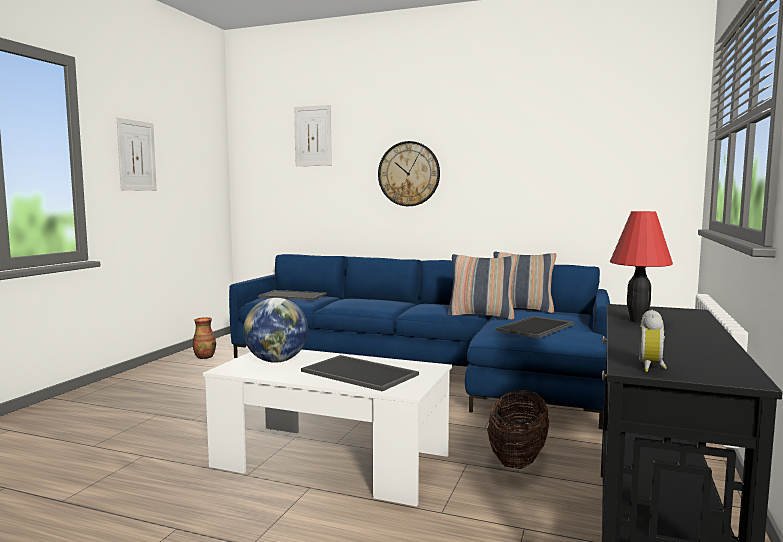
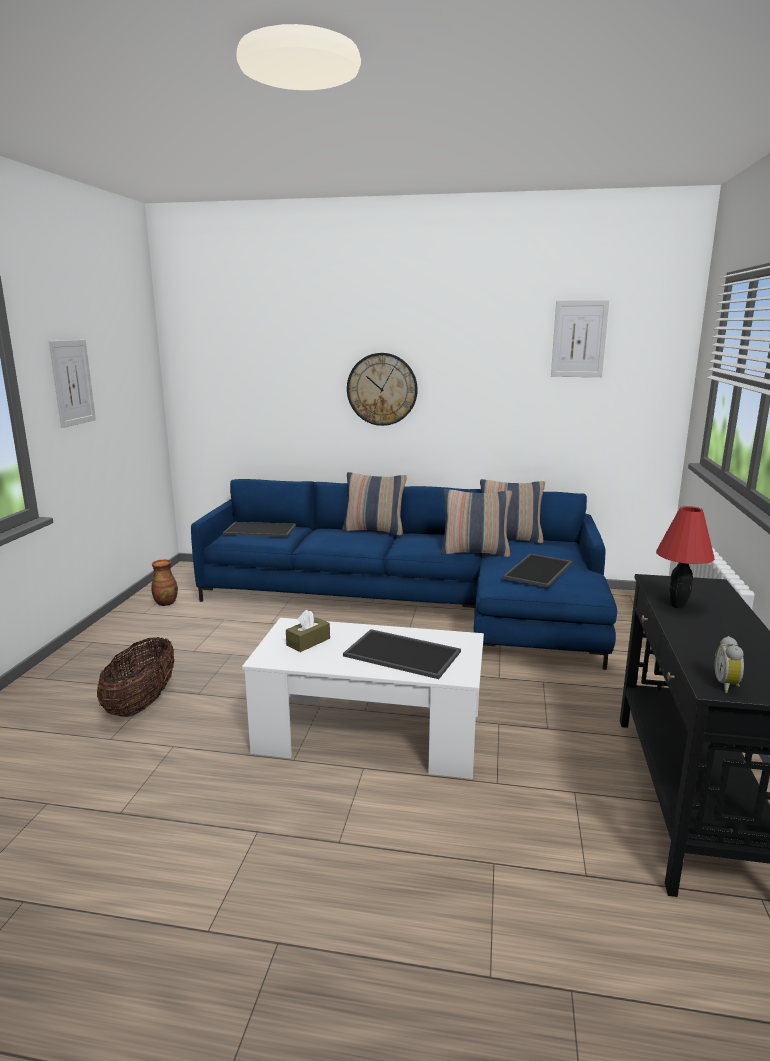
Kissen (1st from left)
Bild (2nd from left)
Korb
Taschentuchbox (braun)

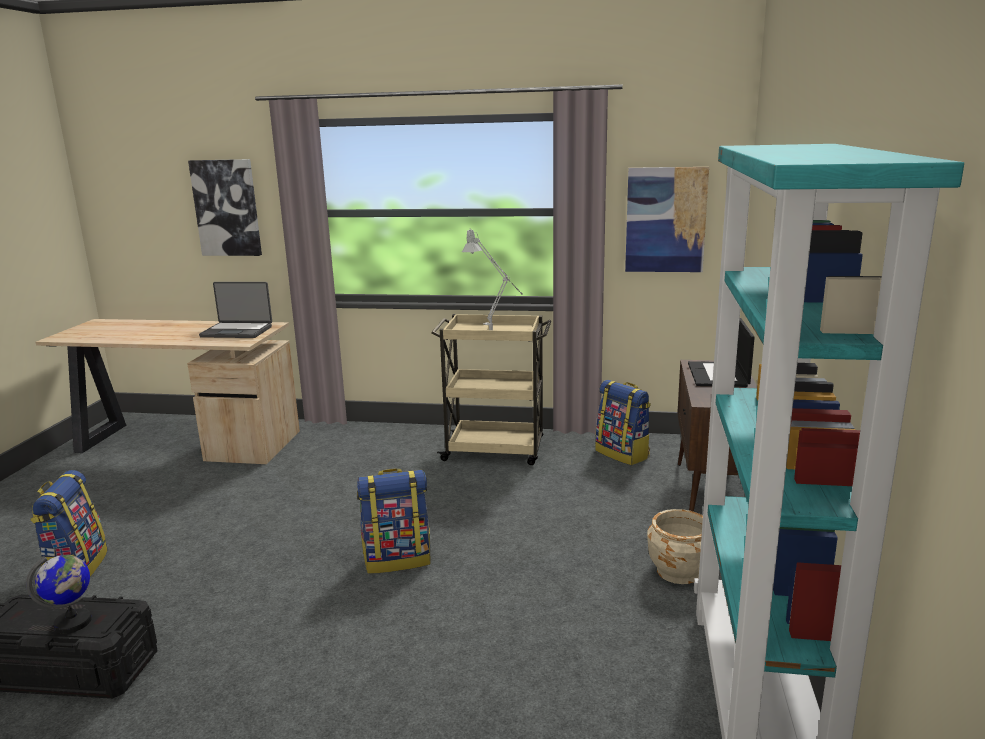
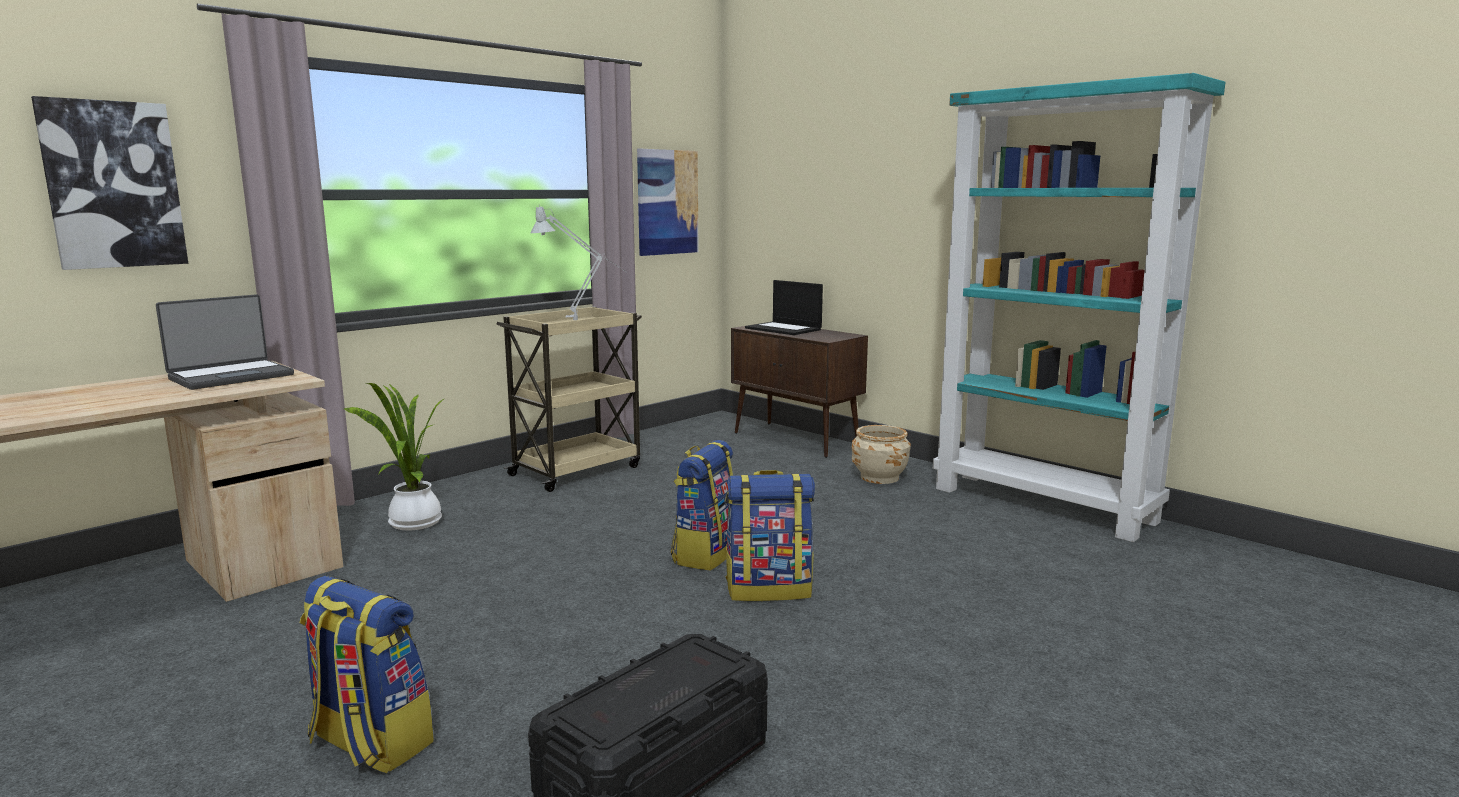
Globus
Topfpflanze
Rucksack (3rd from left)

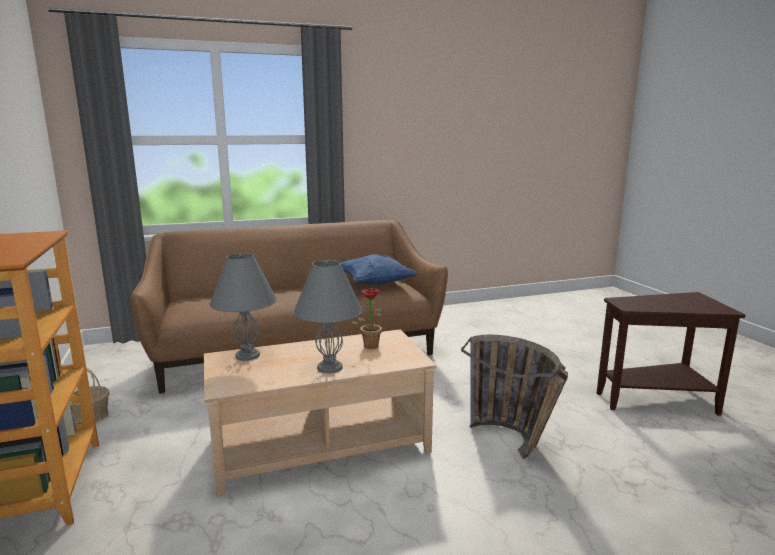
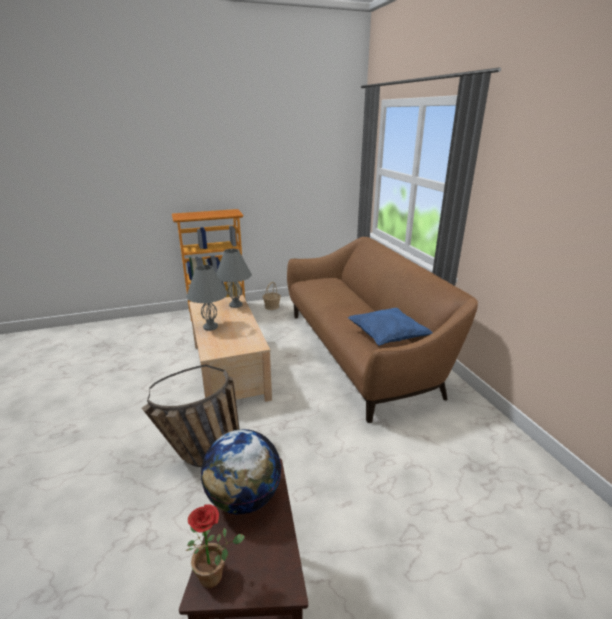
Globus
Topfpflanze

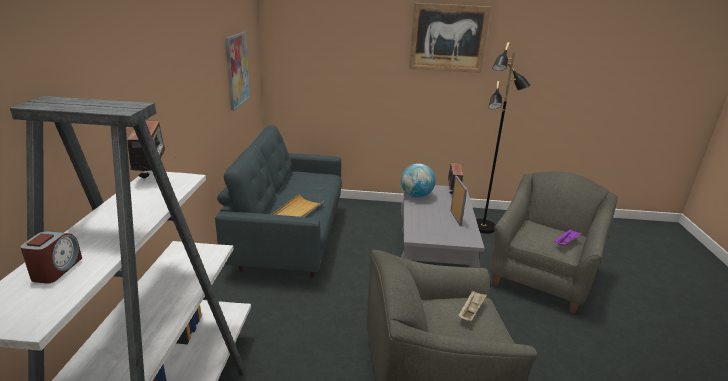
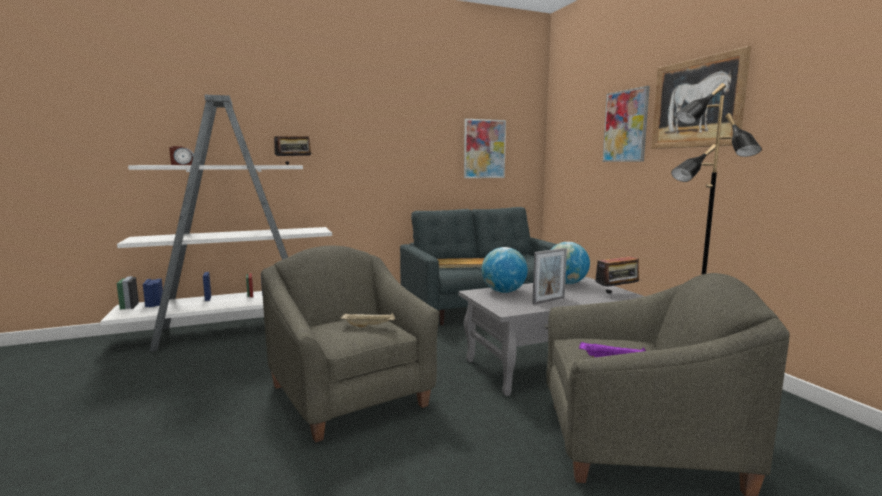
Globus (1st from left)
Bild (2nd from left)

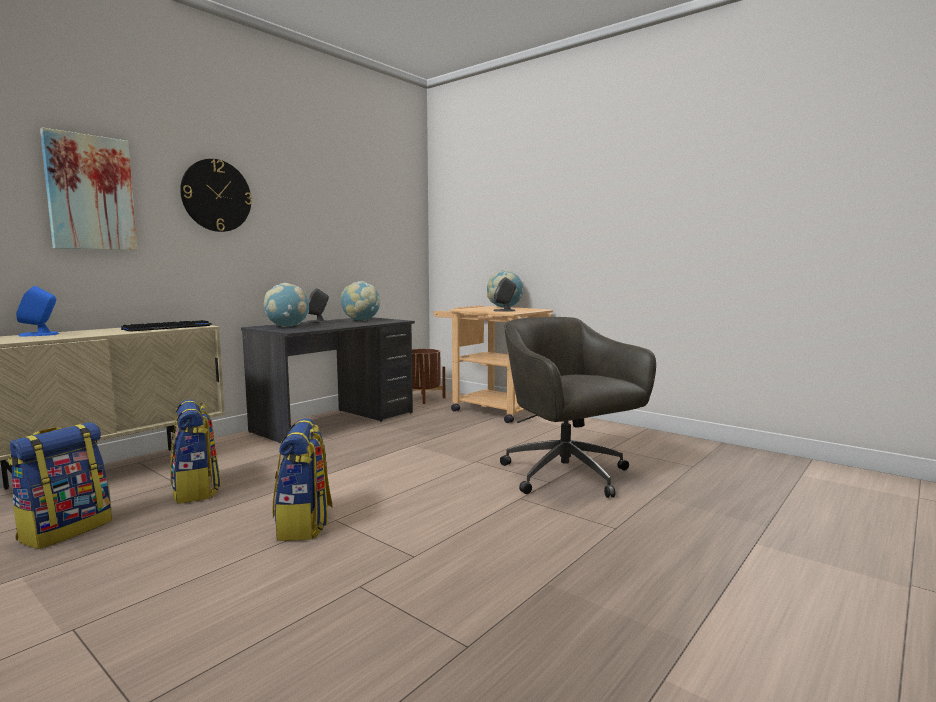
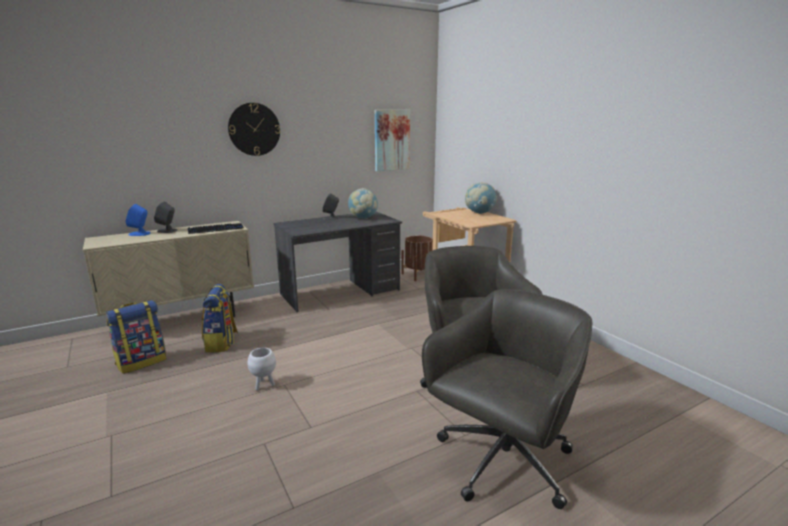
Globus (1st from left in the first image)
Bürostuhl (grau) (2nd from left)
Bild
Lautsprecher (grau) (1st from left)
Pflanzkübel (weiß)

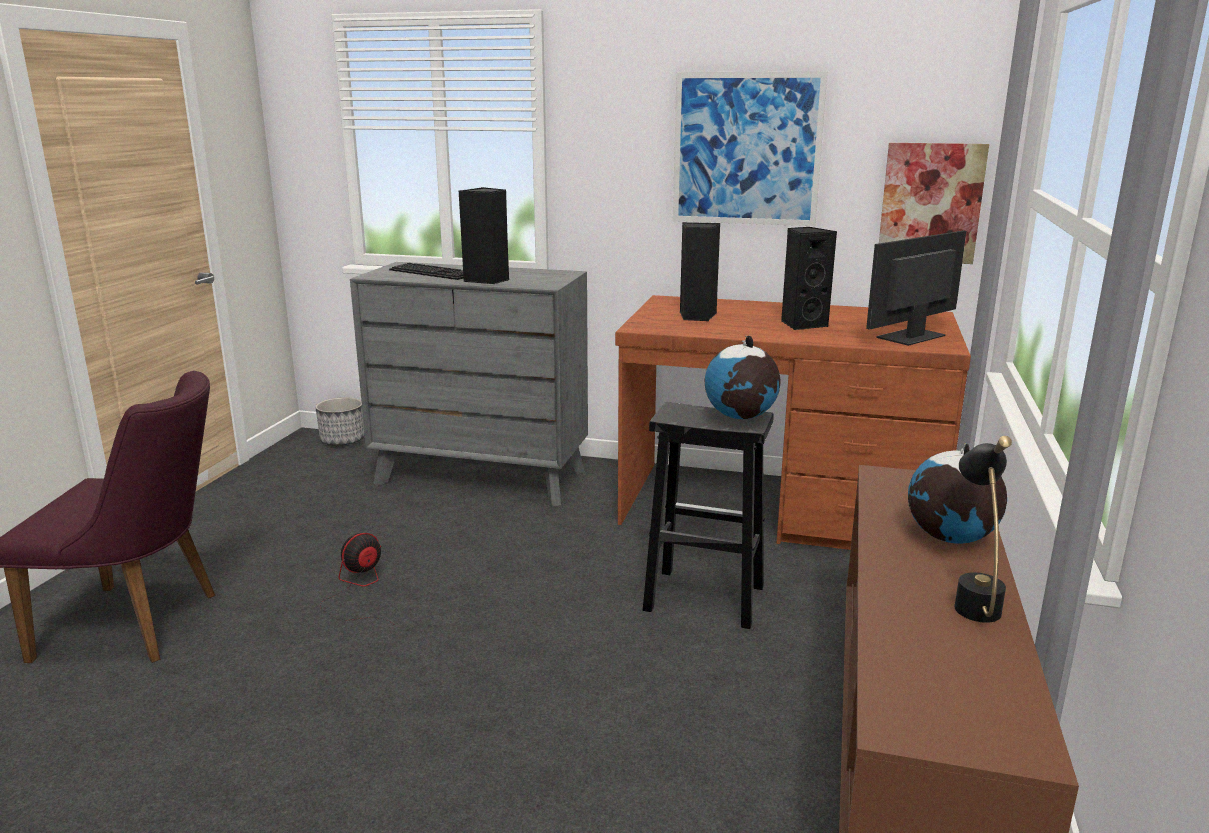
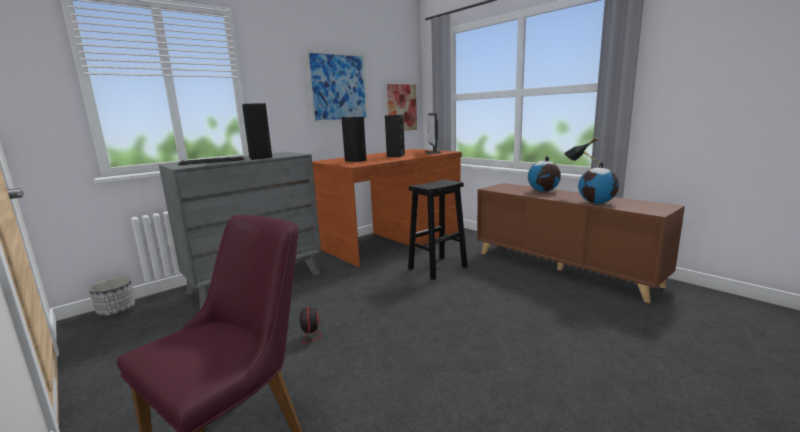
Globus (2nd from left)

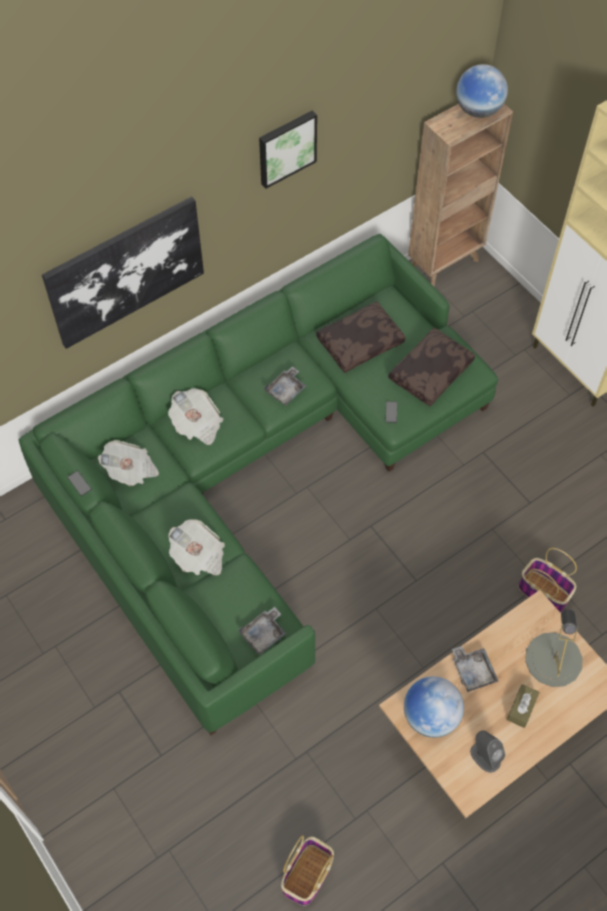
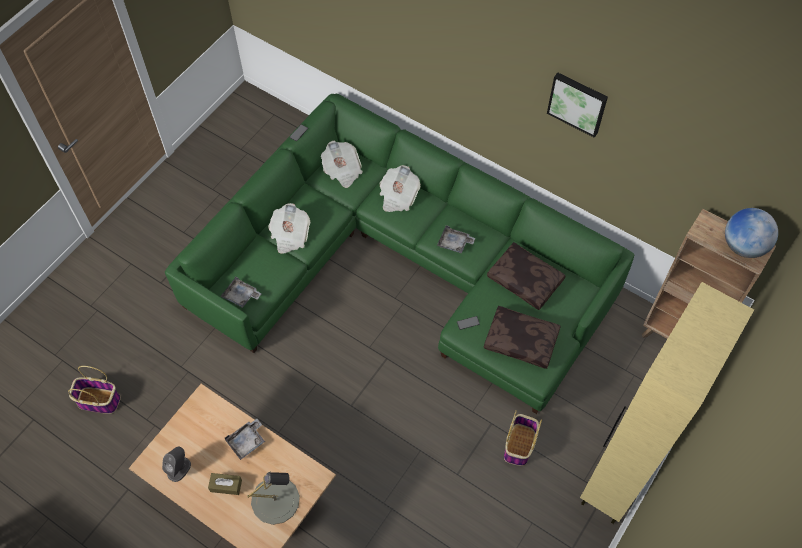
Bild (1st from left in the first image)
Globus (1st from left in the first image)
Korb (2nd from left)

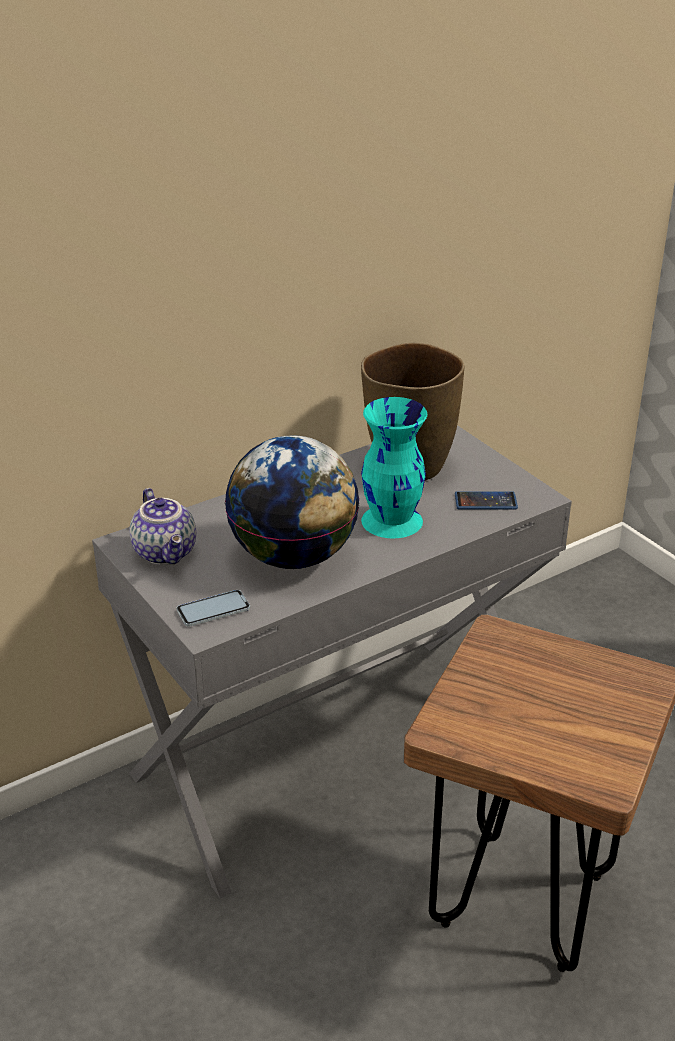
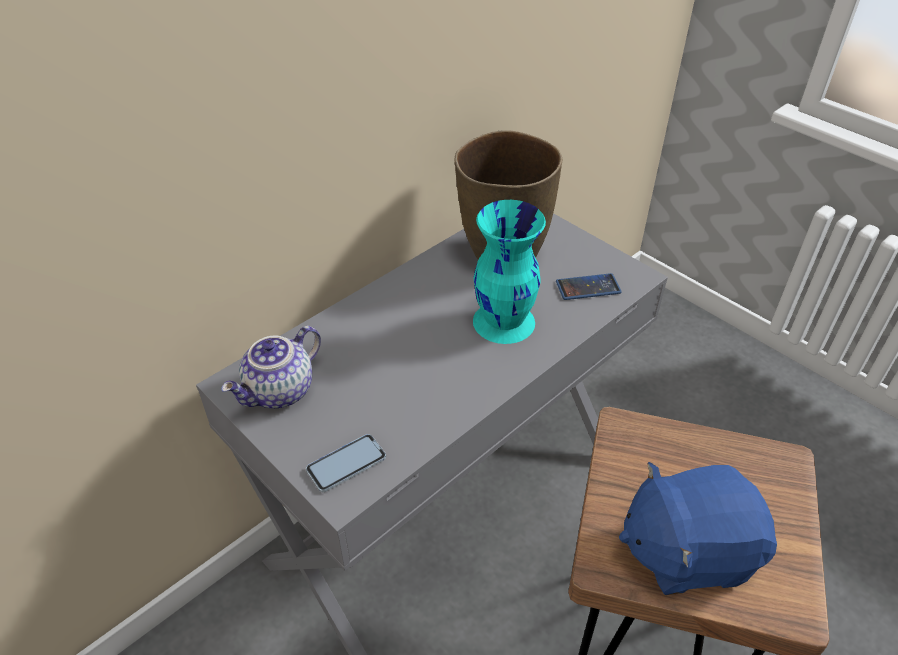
Globus
Plüschtier (blau)
Teekanne

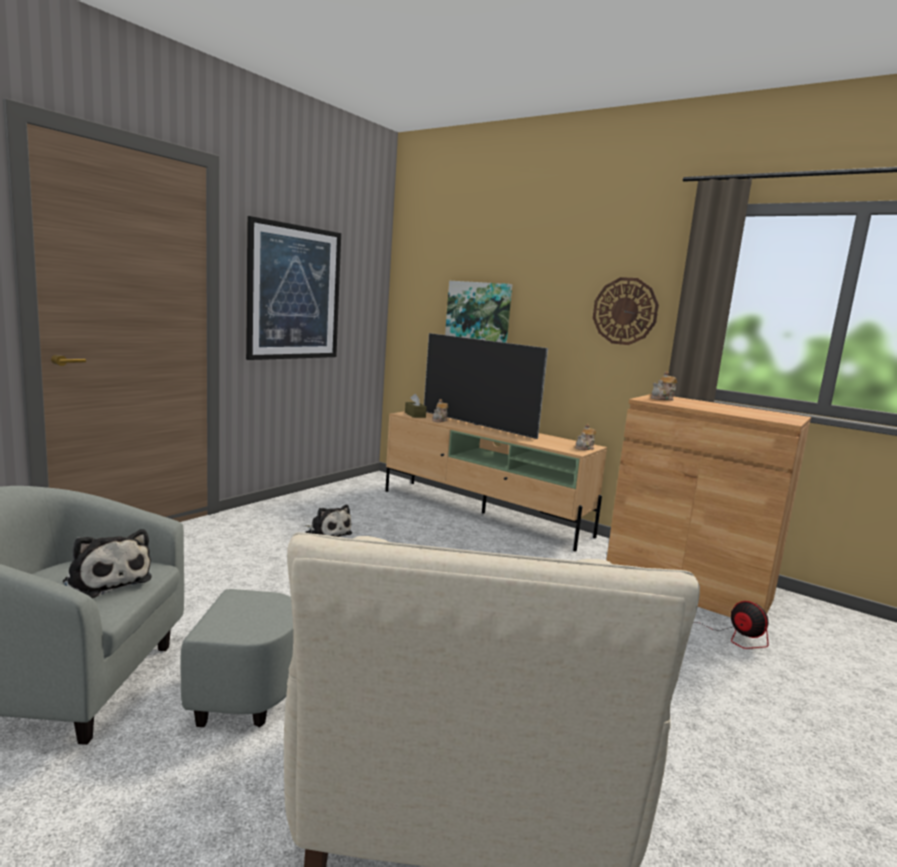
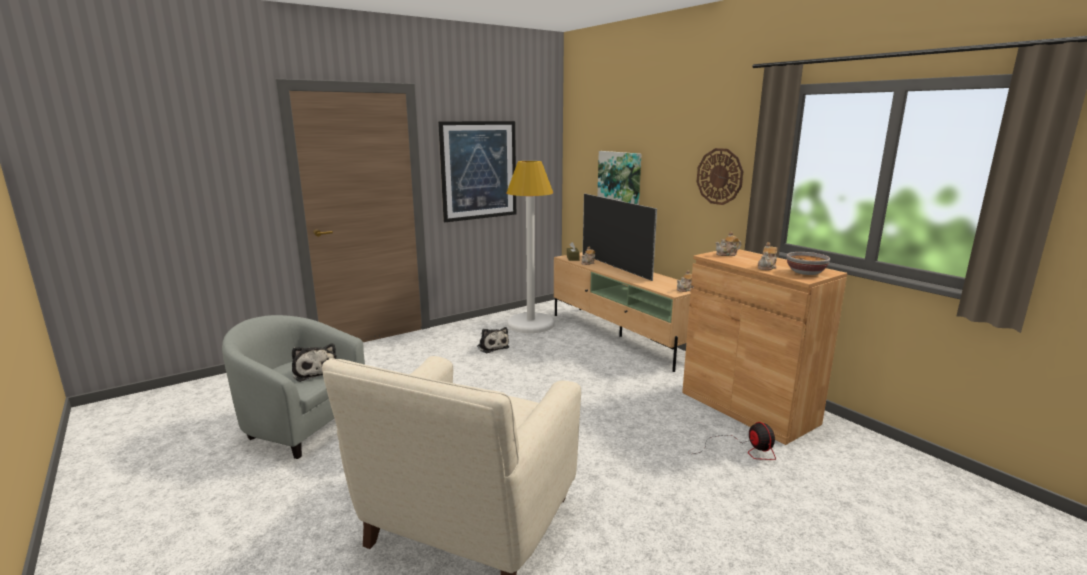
Stehlampe (weiß)
Teekanne (4th from left)
Schüssel

